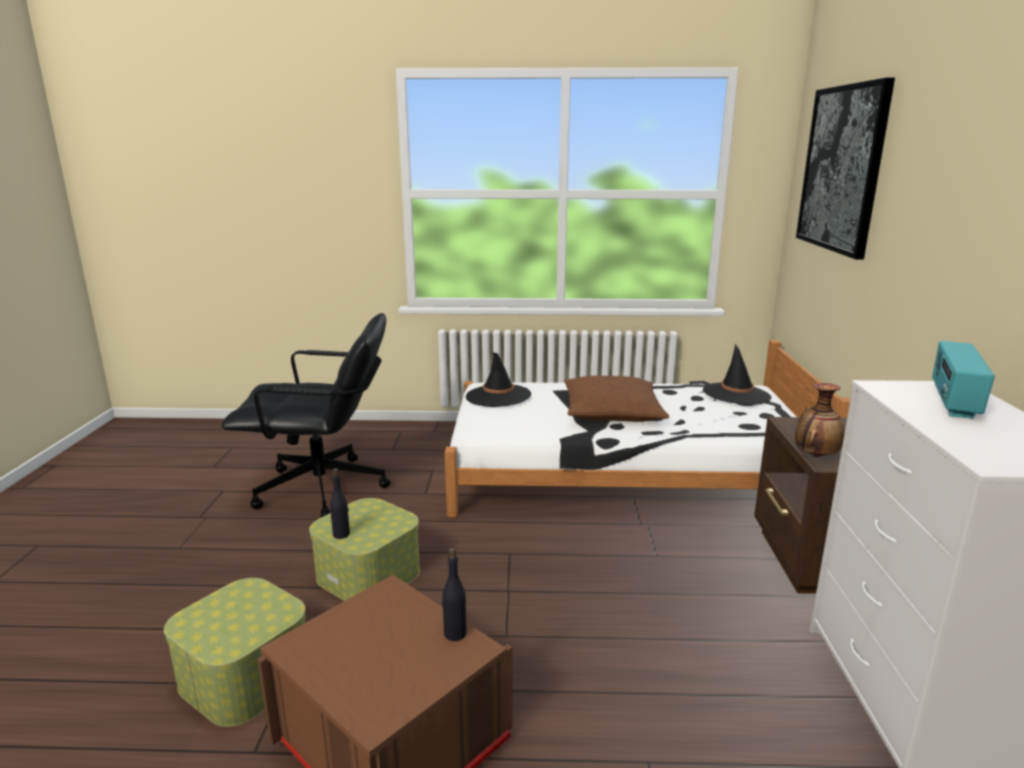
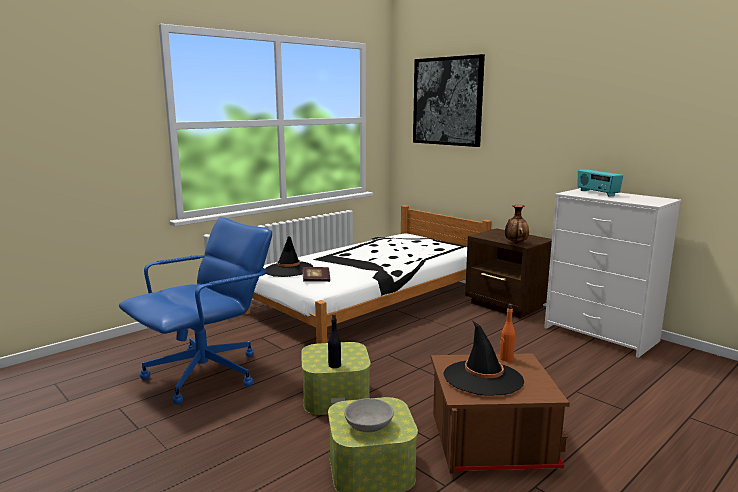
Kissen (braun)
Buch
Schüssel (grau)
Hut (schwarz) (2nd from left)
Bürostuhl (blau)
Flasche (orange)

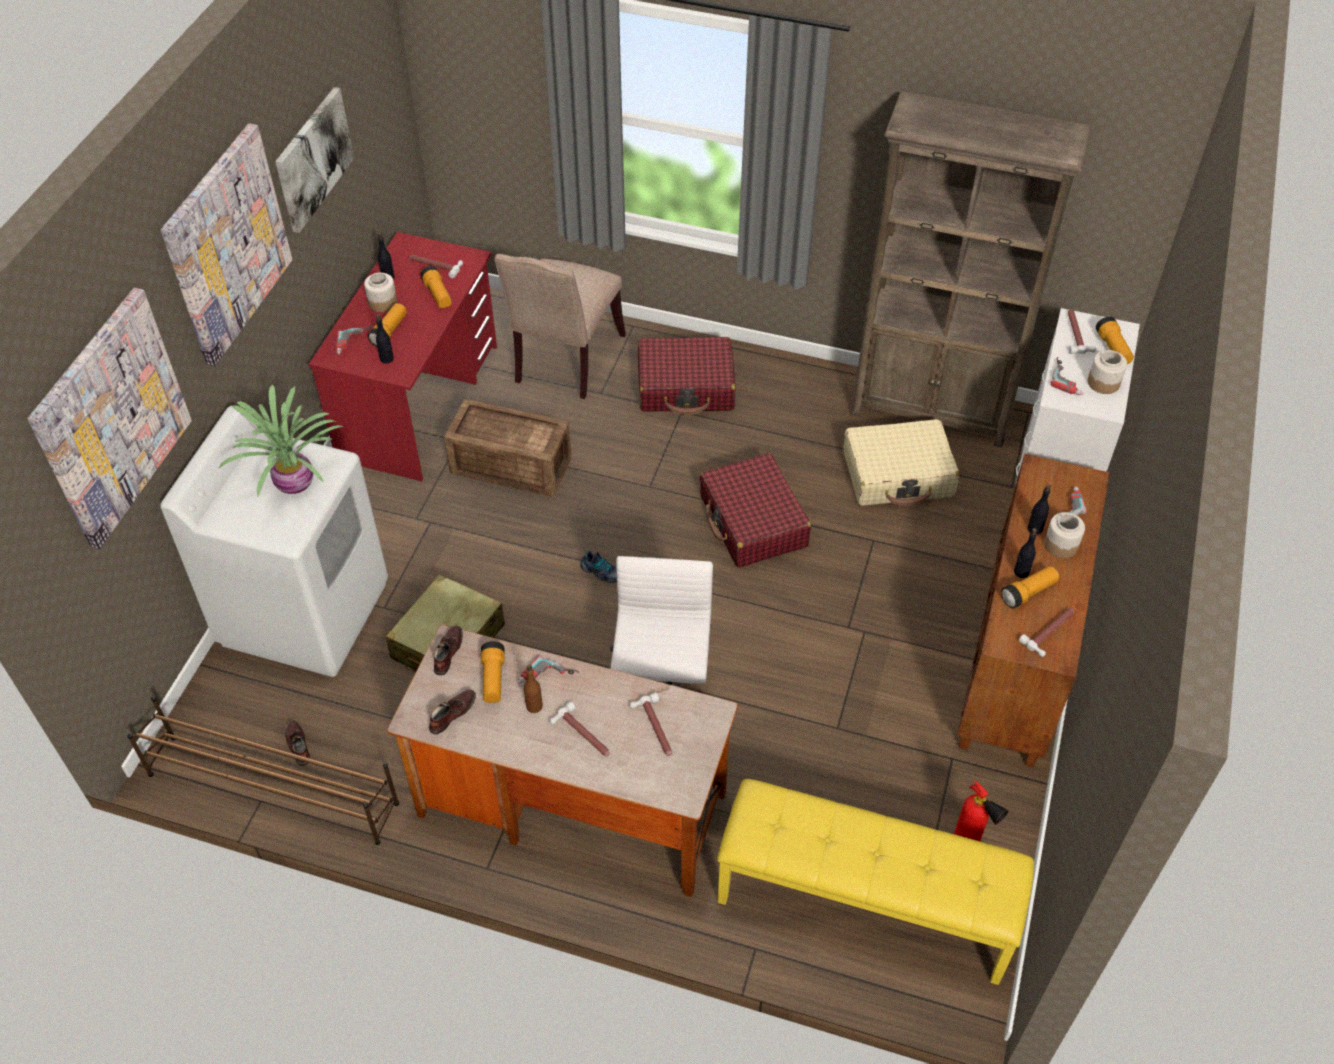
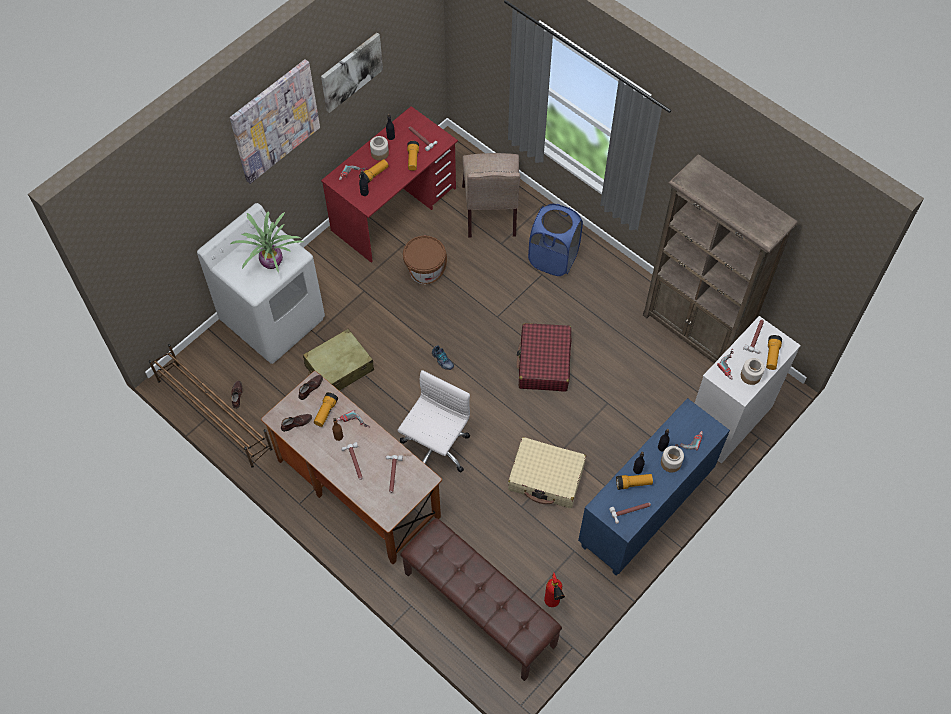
Bild (1st from left in the first image)
Koffer (beige) (2nd from left)
Eimer (braun)
Wäschekorb (blau)
Bank (braun)
Schrank (blau)
Stuhl (beige)

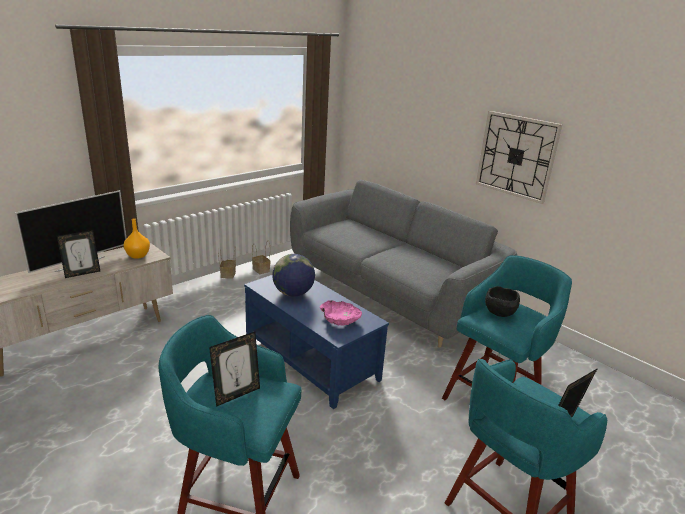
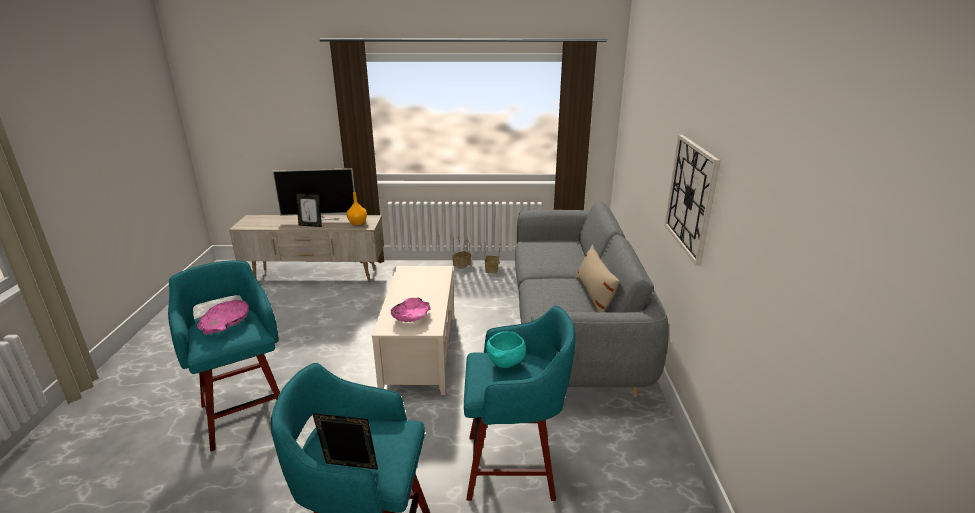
Globus
Kissen (beige)
Schüssel (rosa) (1st from left)
Couchtisch (beige)
Schüssel (türkis)

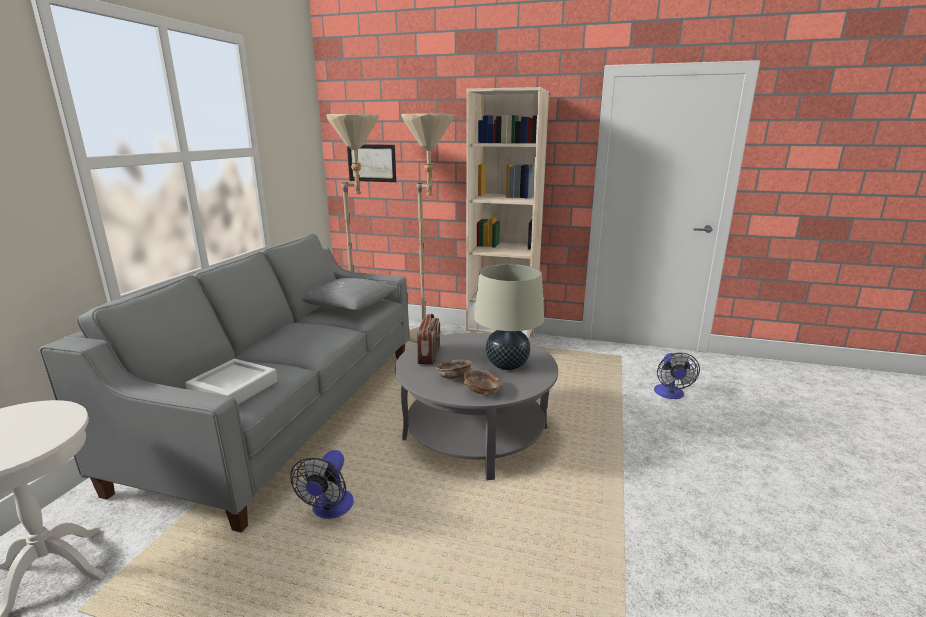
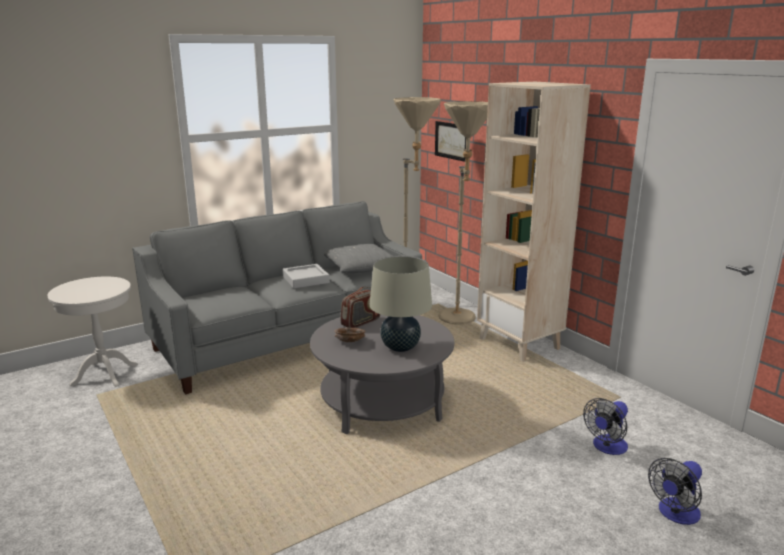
Schüssel (braun) (2nd from left in the first image)
Tablett (grau)
Ventilator (2nd from left)

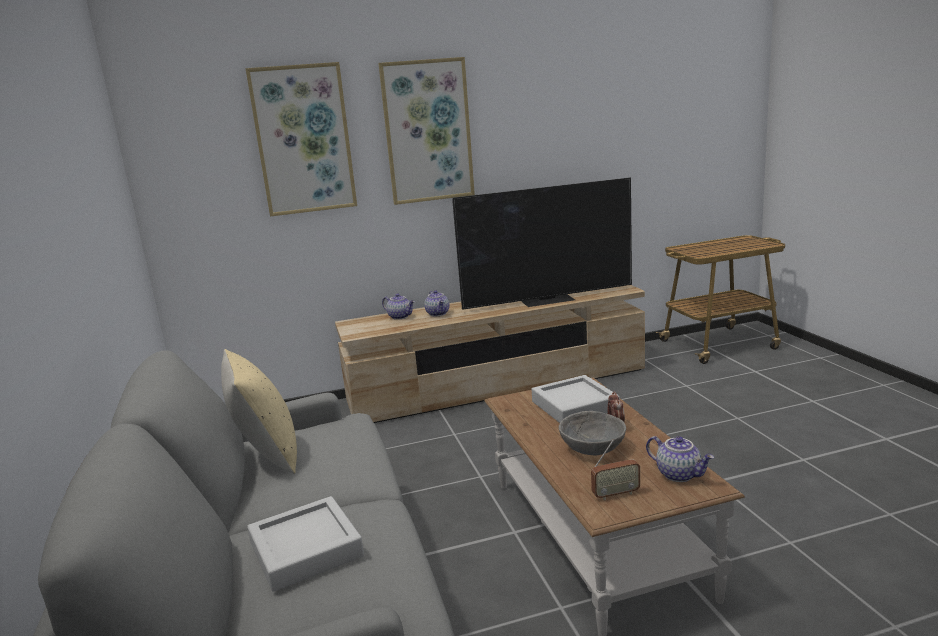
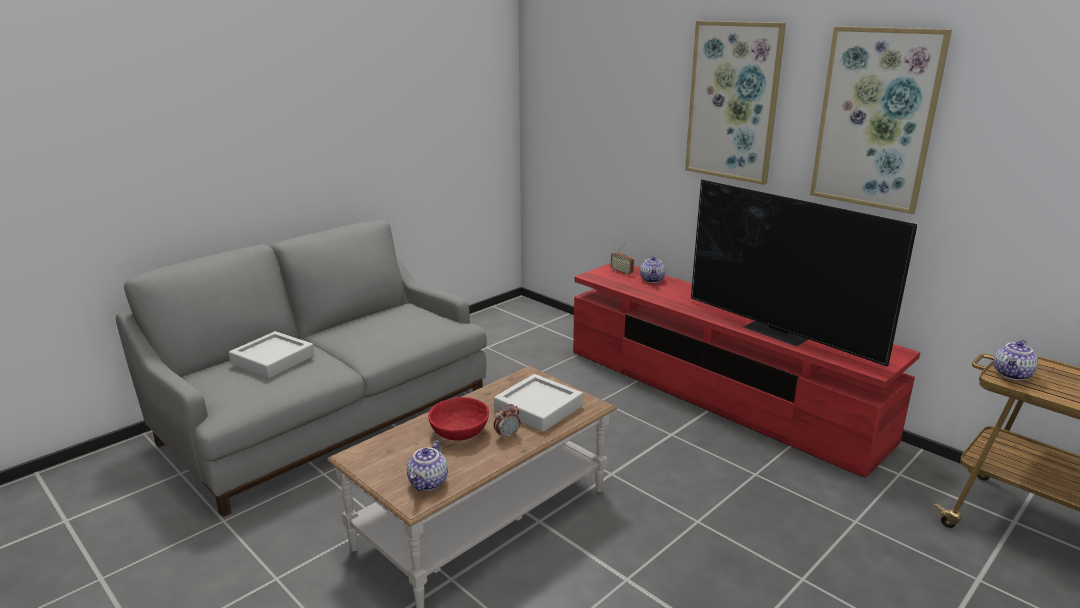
Kissen (beige)
Bild (2nd from left)
Teekanne (3rd from left)
Radio
Fernsehschrank (rot)
Schüssel (rot)

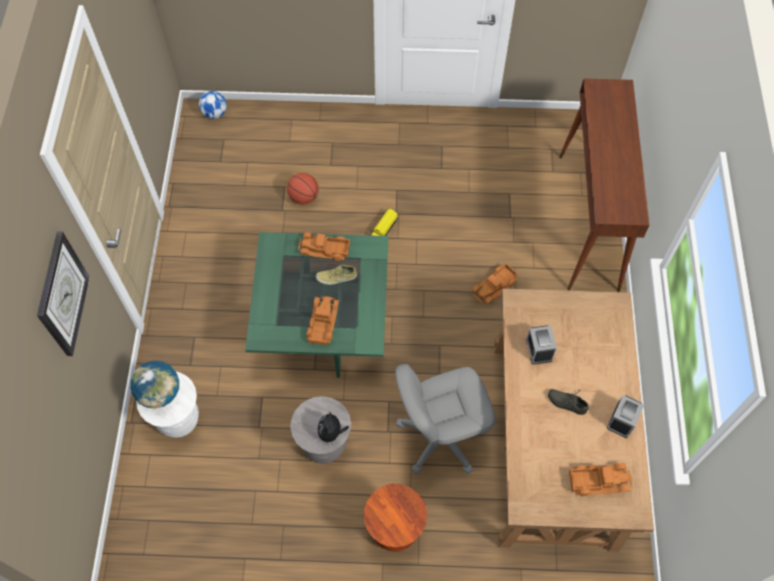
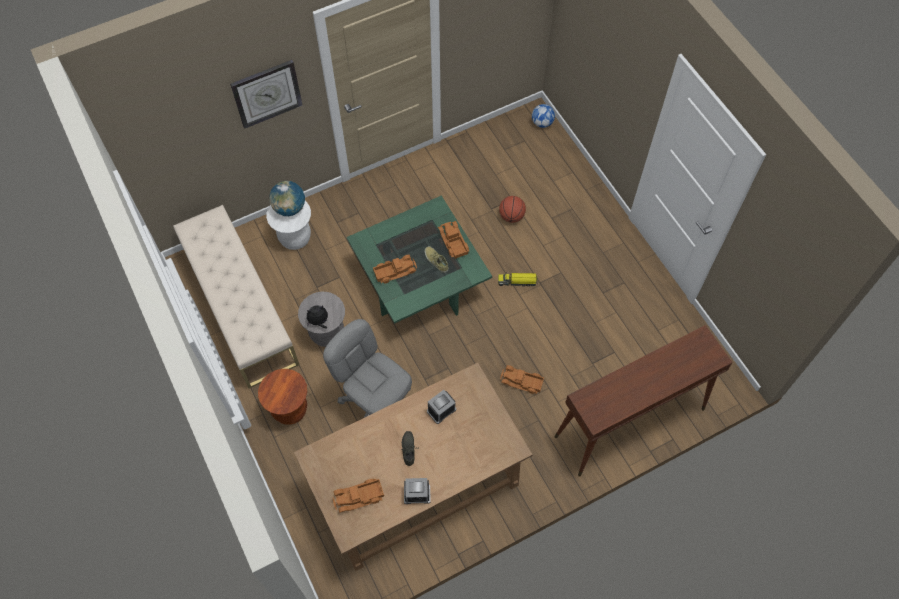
Bank (beige)
Spielzeuglaster (1st from left)

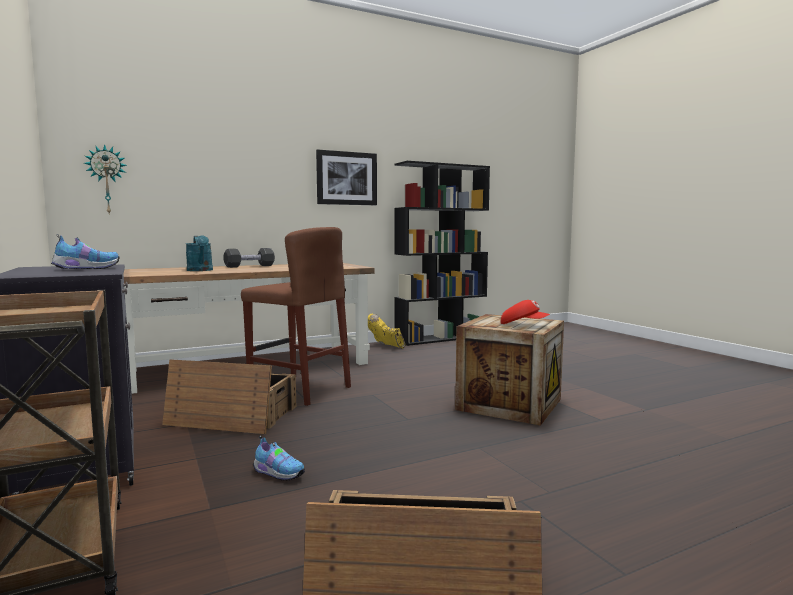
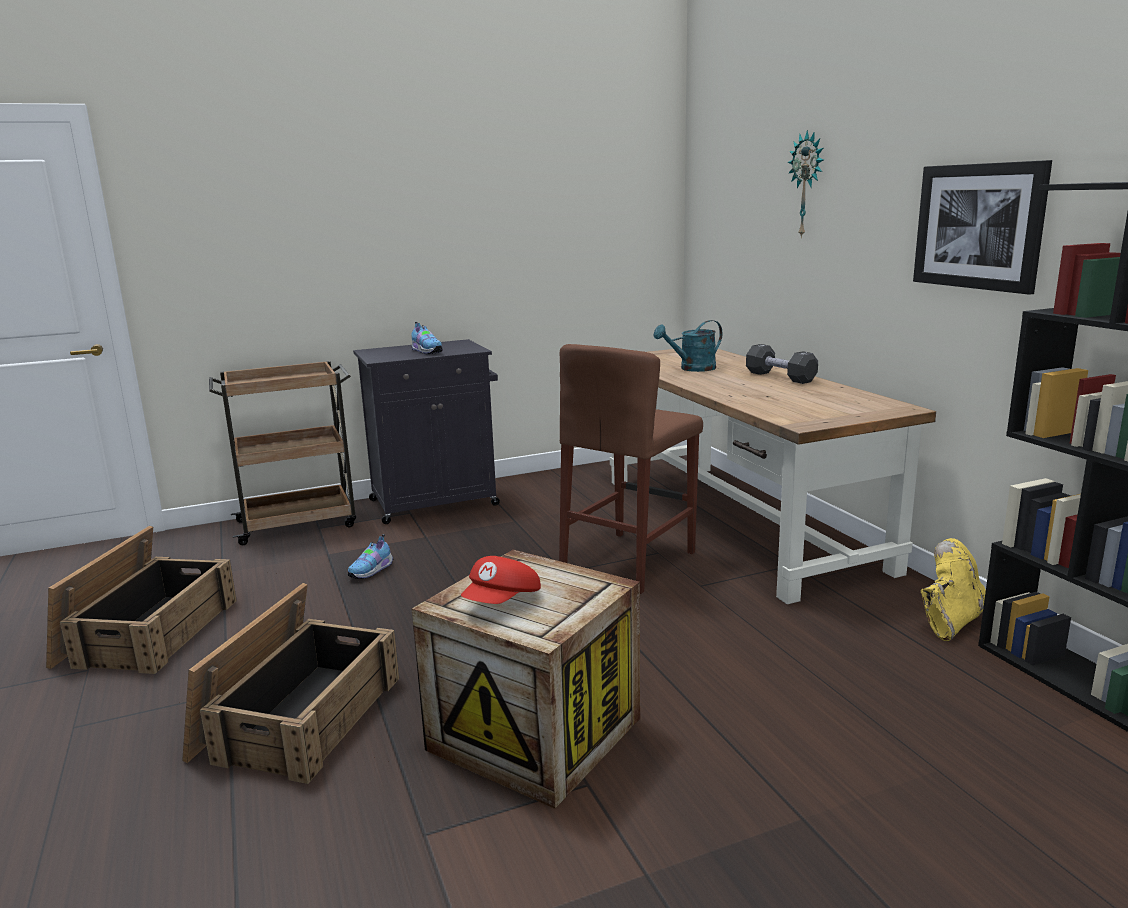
Wanduhr
Kiste (2nd from left)

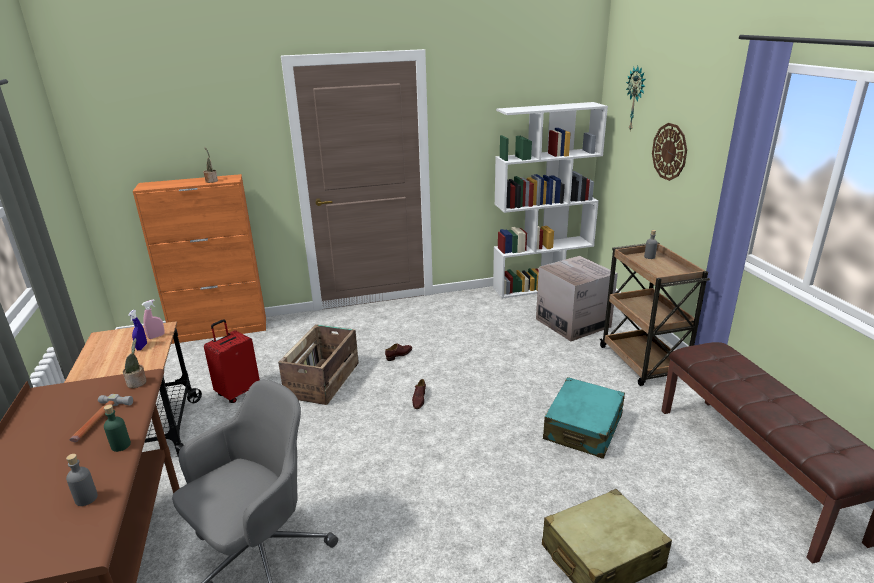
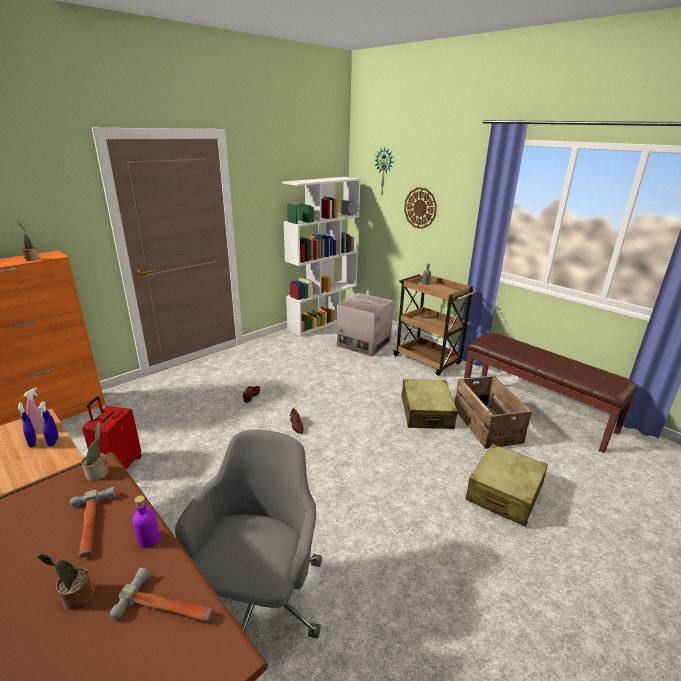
Sprühflasche (blau) (2nd from left)
Topfpflanze (2nd from left)
Kiste
Hammer (2nd from left)
Flasche (lila)
Koffer (beige) (1st from left)

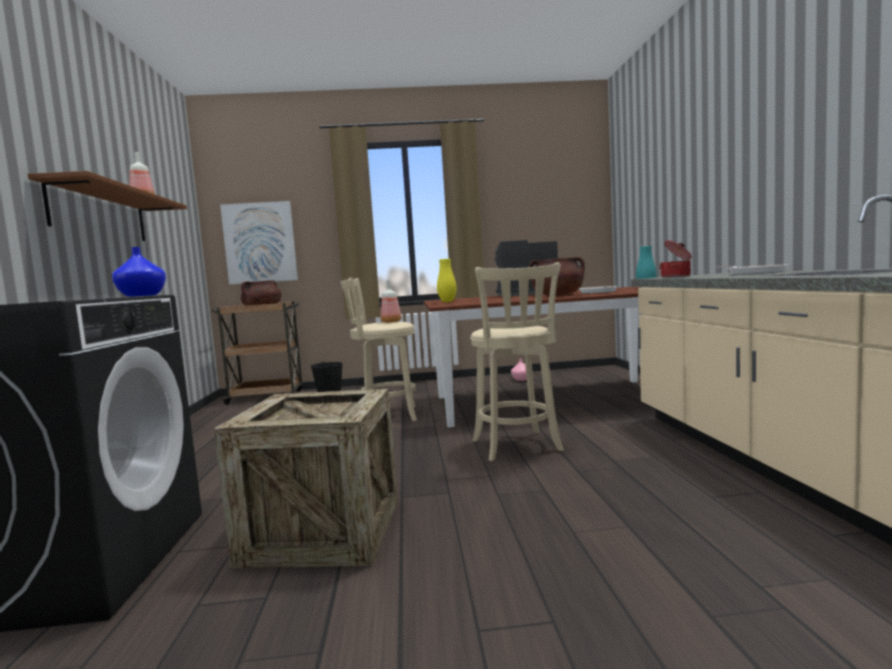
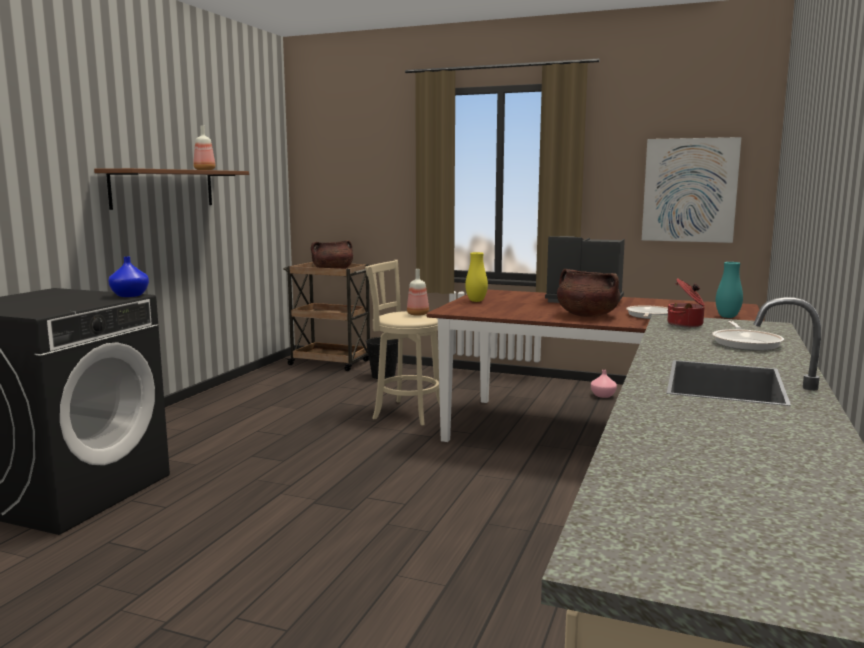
Kiste
Hocker (beige) (2nd from left in the first image)
Bild

